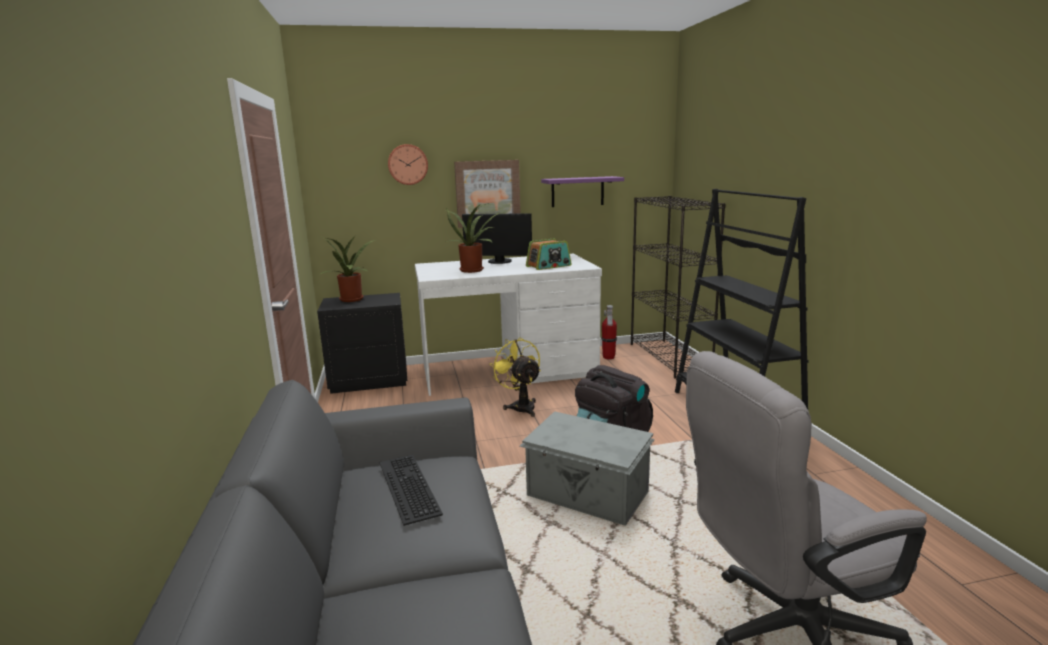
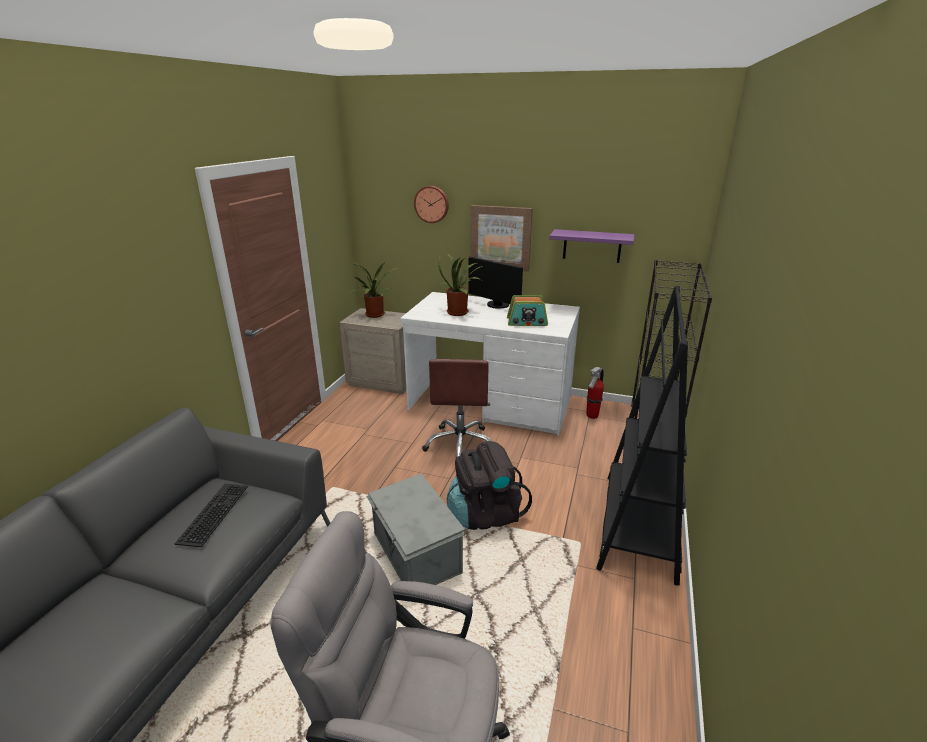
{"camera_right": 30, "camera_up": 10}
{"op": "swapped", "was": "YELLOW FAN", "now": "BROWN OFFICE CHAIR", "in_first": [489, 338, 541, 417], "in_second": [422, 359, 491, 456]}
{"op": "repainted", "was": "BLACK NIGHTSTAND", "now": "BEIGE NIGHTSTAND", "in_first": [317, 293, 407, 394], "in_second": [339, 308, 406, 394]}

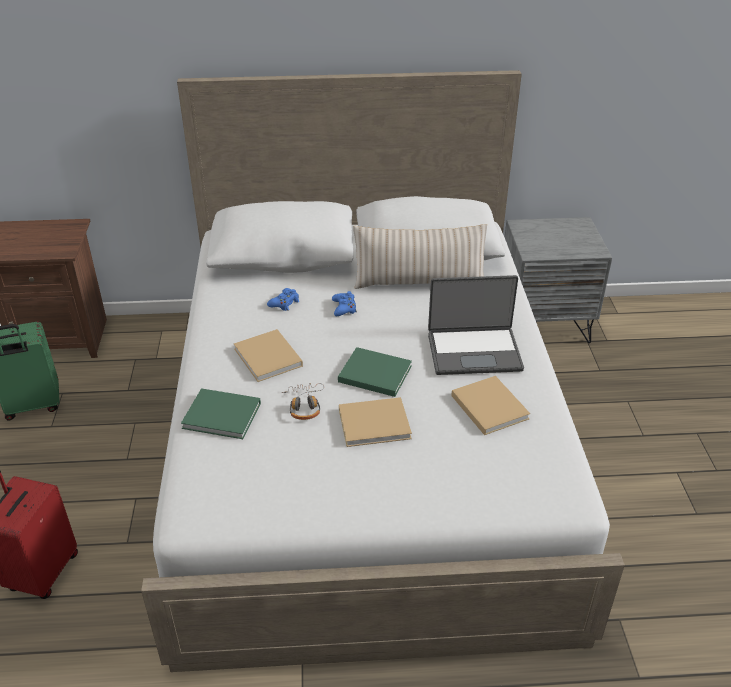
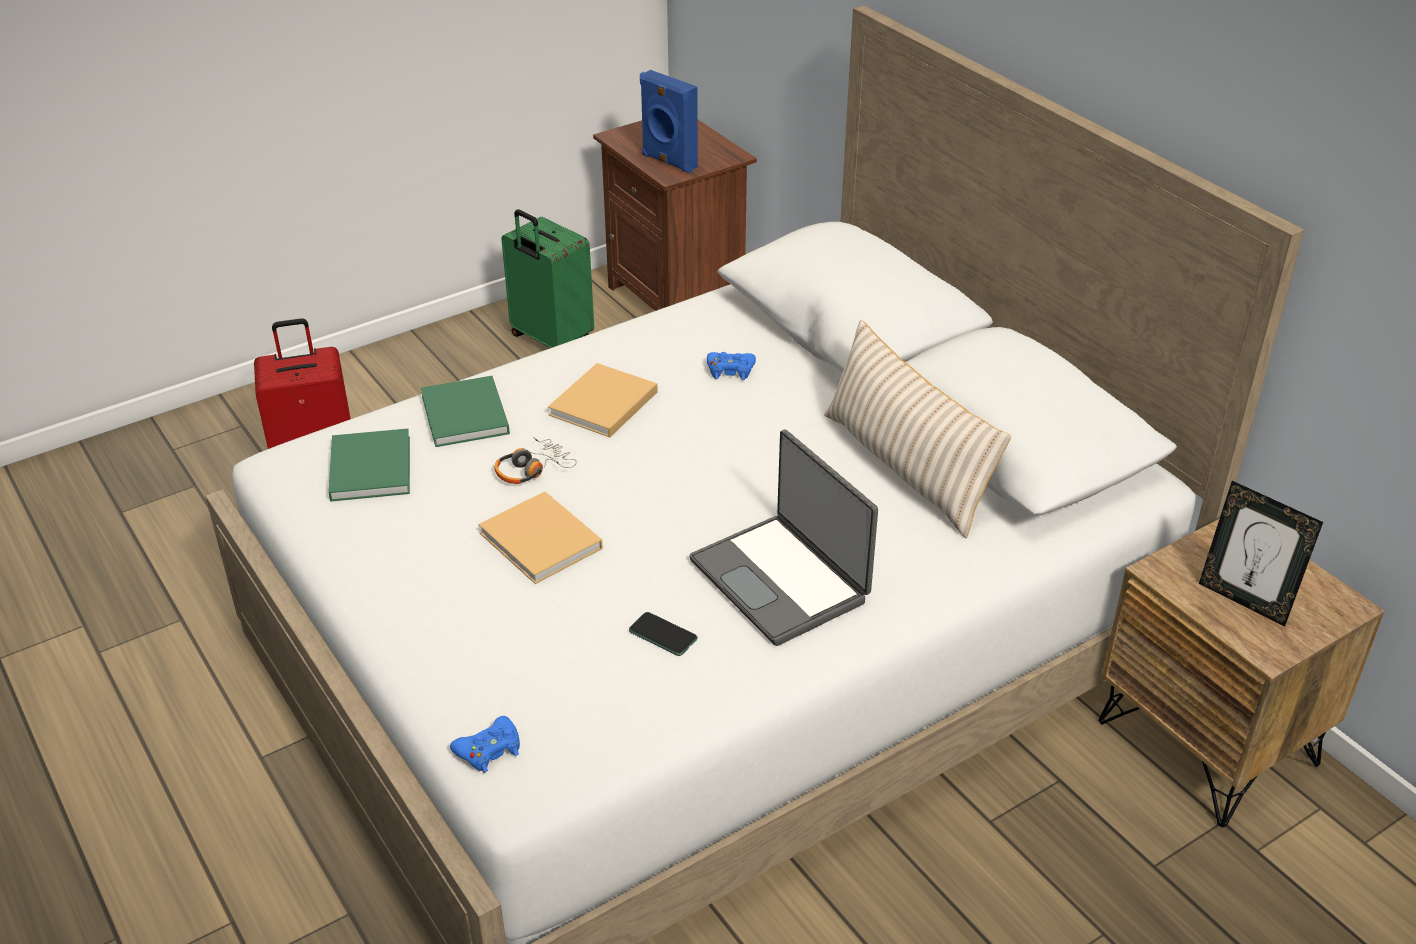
{"camera_right": 60, "camera_up": 0}
{"op": "new", "now": "BLUE SPEAKER", "in_second": [640, 70, 698, 173]}
{"op": "new", "now": "PICTURE FRAME", "in_second": [1199, 481, 1323, 626]}
{"op": "shifted", "was": "BLUE GAME CONTROLLER", "in_first": [332, 291, 357, 316], "in_second": [450, 716, 520, 773]}
{"op": "shifted", "was": "GREEN BOOK", "in_first": [338, 347, 412, 397], "in_second": [328, 429, 410, 502]}
{"op": "swapped", "was": "BEIGE BOOK", "now": "PHONE", "in_first": [451, 376, 530, 435], "in_second": [629, 612, 698, 656]}
{"op": "repainted", "was": "GREY NIGHTSTAND", "now": "BROWN NIGHTSTAND", "in_first": [505, 217, 612, 343], "in_second": [1098, 518, 1384, 827]}

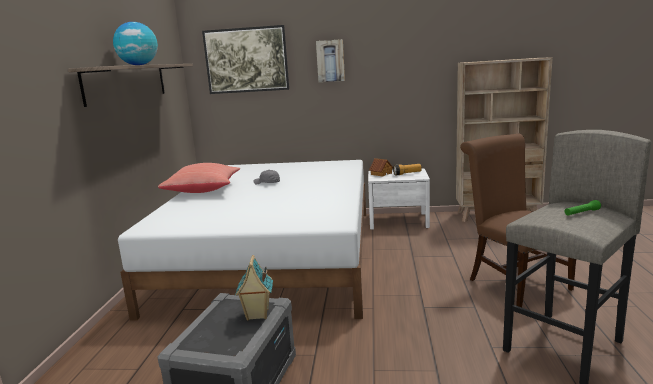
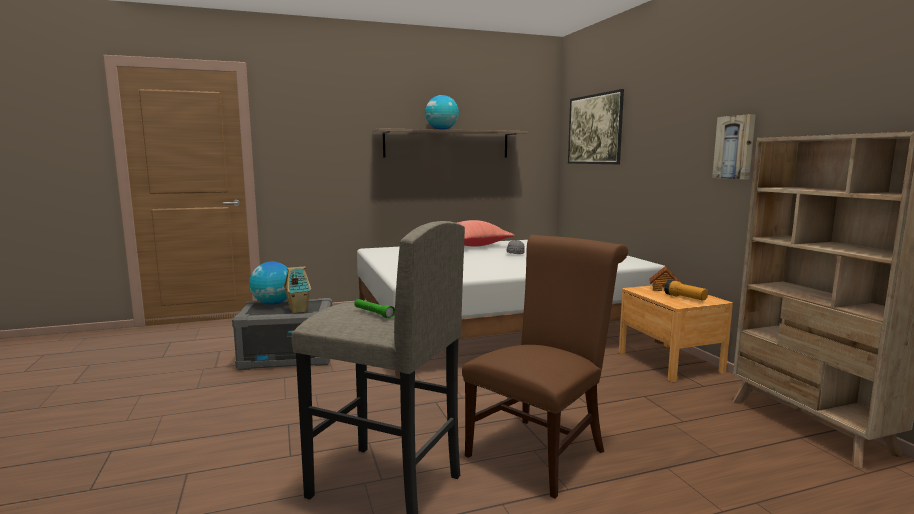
{"camera_right": 65, "camera_up": -5}
{"op": "new", "now": "GLOBE", "in_second": [249, 262, 288, 305]}
{"op": "shifted", "was": "PICTURE", "in_first": [316, 39, 345, 82], "in_second": [712, 114, 756, 179]}
{"op": "repainted", "was": "WHITE NIGHTSTAND", "now": "BROWN NIGHTSTAND", "in_first": [368, 169, 430, 230], "in_second": [619, 285, 733, 382]}

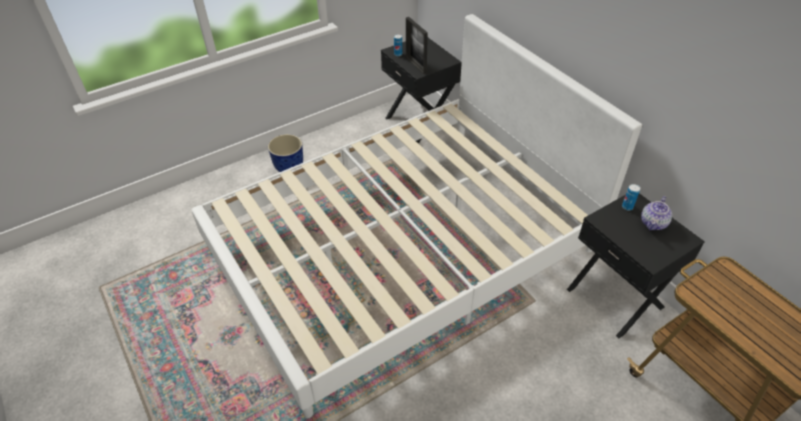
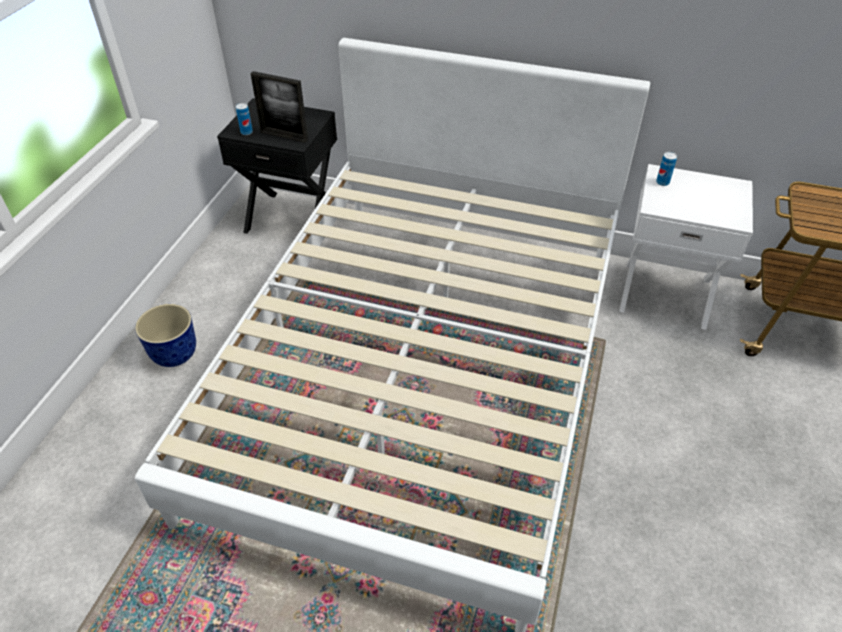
{"camera_right": -40, "camera_up": 0}
{"op": "gone", "was": "TEAPOT", "in_first": [641, 196, 672, 230]}
{"op": "repainted", "was": "BLACK NIGHTSTAND", "now": "WHITE NIGHTSTAND", "in_first": [567, 193, 705, 338], "in_second": [619, 164, 753, 330]}

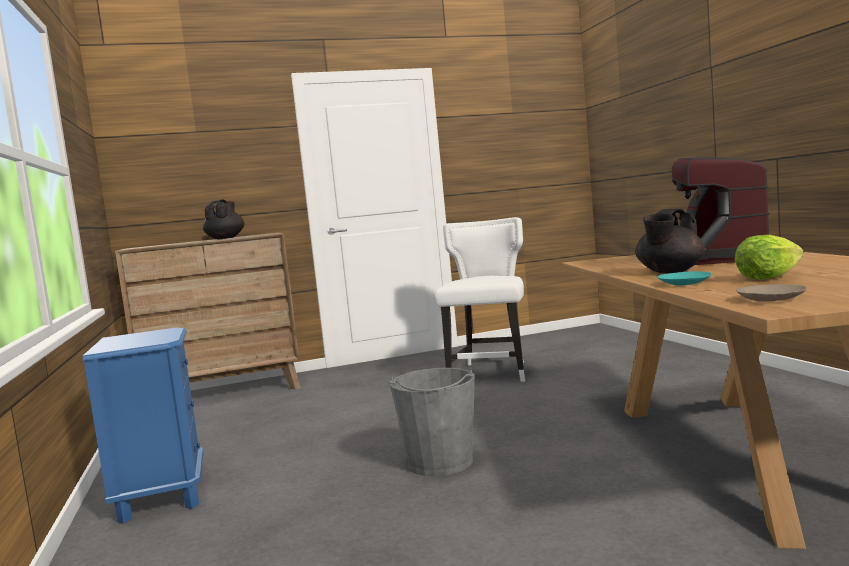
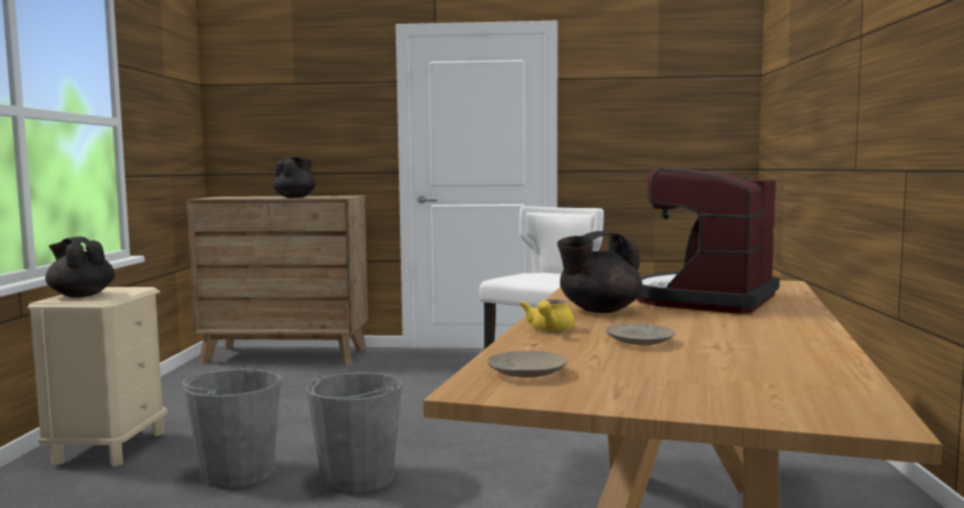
{"camera_right": 20, "camera_up": 0}
{"op": "new", "now": "BLACK TEAPOT", "in_second": [45, 236, 115, 298]}
{"op": "new", "now": "GREY BUCKET", "in_second": [182, 364, 281, 488]}
{"op": "swapped", "was": "TURQUOISE PLATE", "now": "YELLOW TEAPOT", "in_first": [657, 271, 712, 286], "in_second": [520, 300, 575, 332]}
{"op": "swapped", "was": "LETTUCE", "now": "BEIGE PLATE", "in_first": [735, 235, 804, 280], "in_second": [605, 323, 675, 345]}
{"op": "repainted", "was": "BLUE NIGHTSTAND", "now": "BEIGE NIGHTSTAND", "in_first": [83, 328, 204, 523], "in_second": [28, 287, 167, 467]}

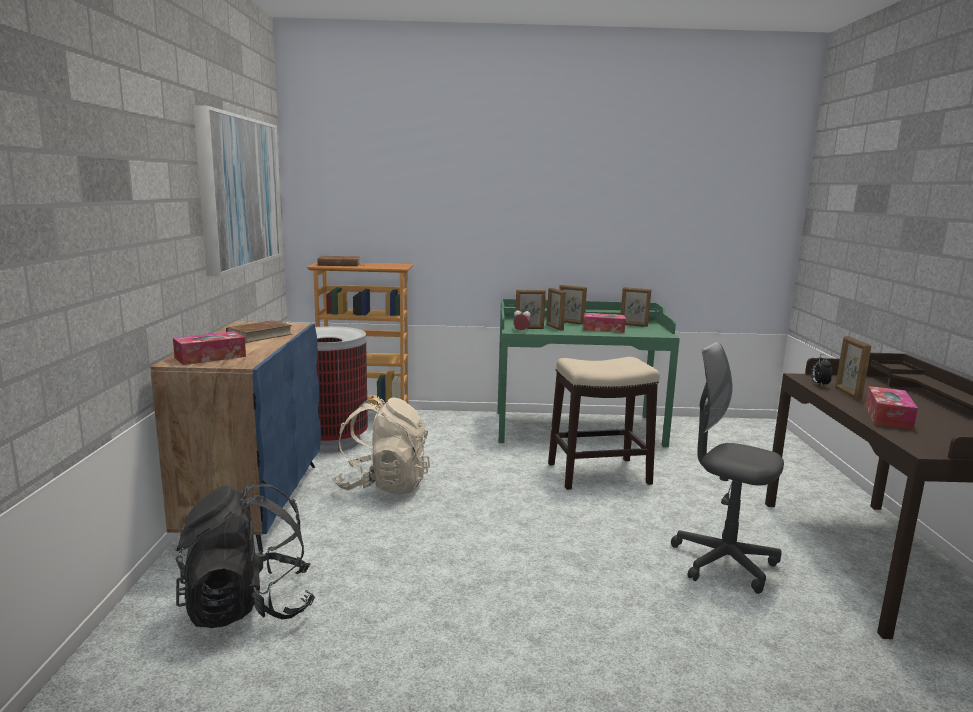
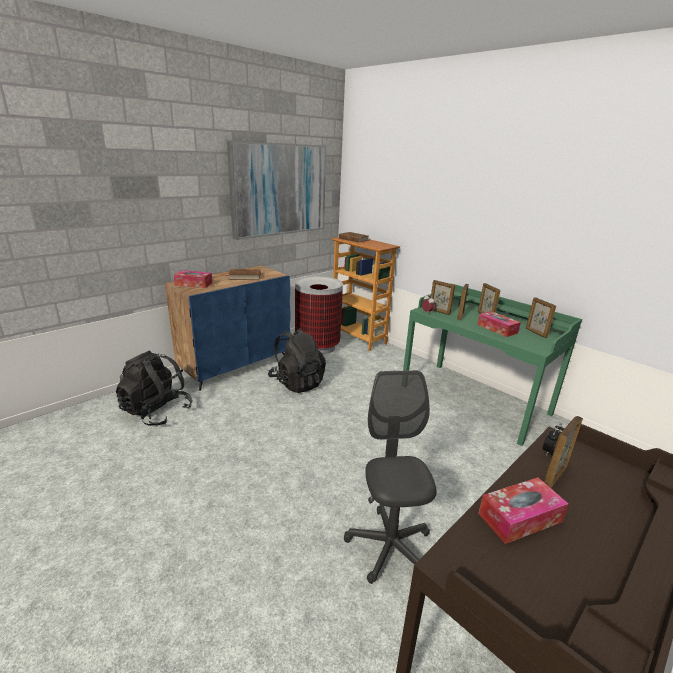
{"camera_right": 45, "camera_up": 10}
{"op": "gone", "was": "STOOL", "in_first": [548, 357, 660, 490]}
{"op": "repainted", "was": "BEIGE BACKPACK", "now": "BLACK BACKPACK", "in_first": [332, 396, 430, 494], "in_second": [268, 328, 326, 393]}

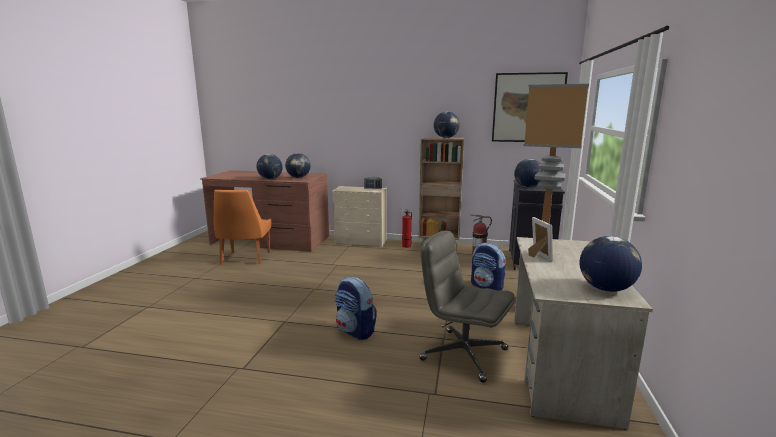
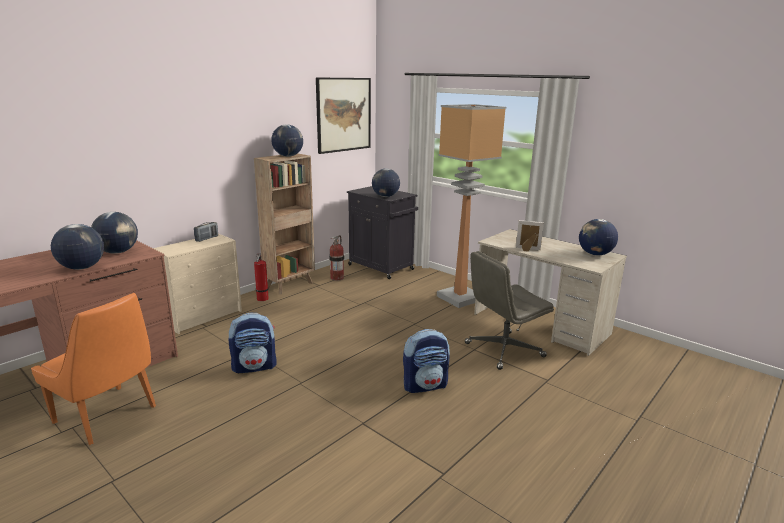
{"camera_right": -60, "camera_up": 5}
{"op": "shifted", "was": "BACKPACK", "in_first": [471, 243, 506, 291], "in_second": [229, 313, 277, 373]}

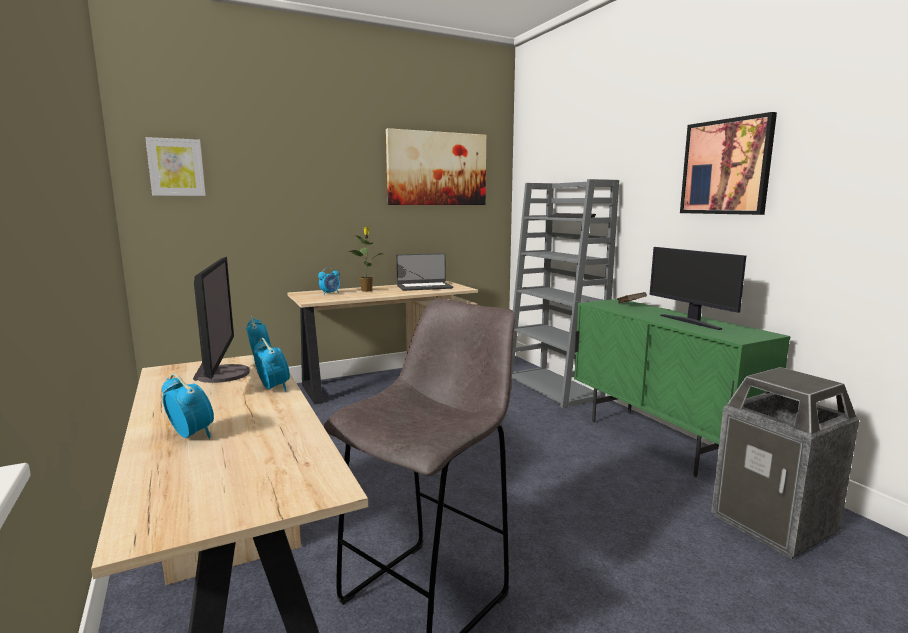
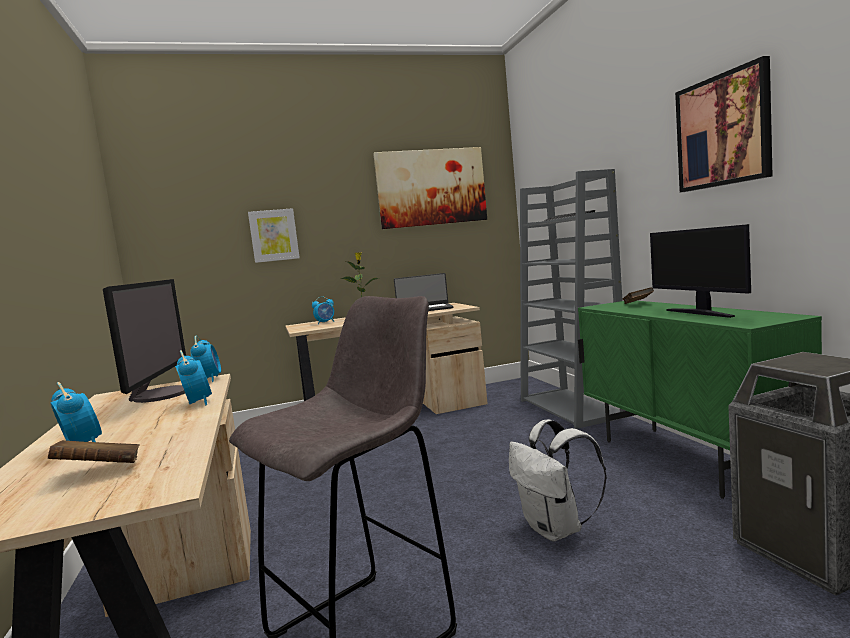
{"camera_right": 10, "camera_up": -5}
{"op": "new", "now": "BROWN BOOK", "in_second": [47, 440, 140, 463]}
{"op": "new", "now": "WHITE BACKPACK", "in_second": [509, 419, 607, 541]}
{"op": "shifted", "was": "PICTURE", "in_first": [145, 137, 206, 196], "in_second": [248, 208, 300, 263]}

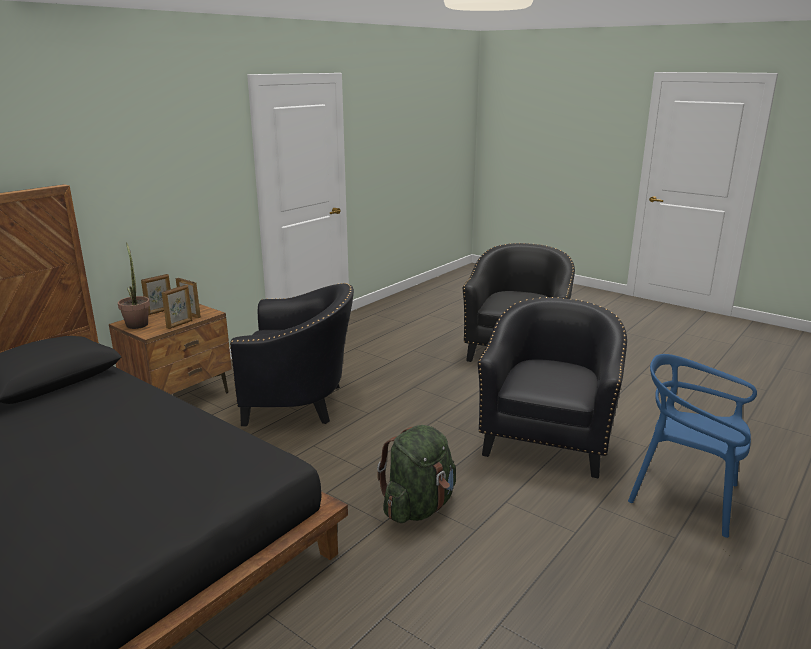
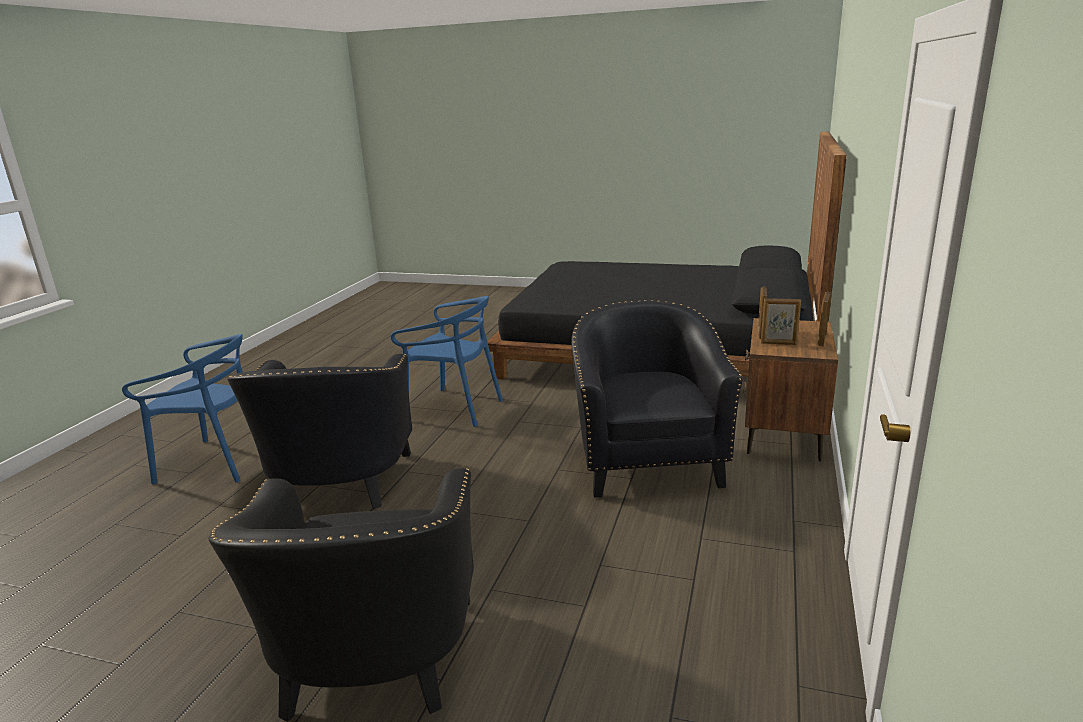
{"camera_right": 160, "camera_up": 0}
{"op": "gone", "was": "POTTED PLANT", "in_first": [118, 242, 150, 329]}
{"op": "swapped", "was": "GREEN BACKPACK", "now": "BLUE CHAIR", "in_first": [377, 425, 456, 523], "in_second": [391, 296, 503, 427]}
{"op": "rotated", "was": "BLACK ARMCHAIR", "in_first": [230, 283, 354, 426], "in_second": [571, 300, 743, 498], "clockwise": 105}

